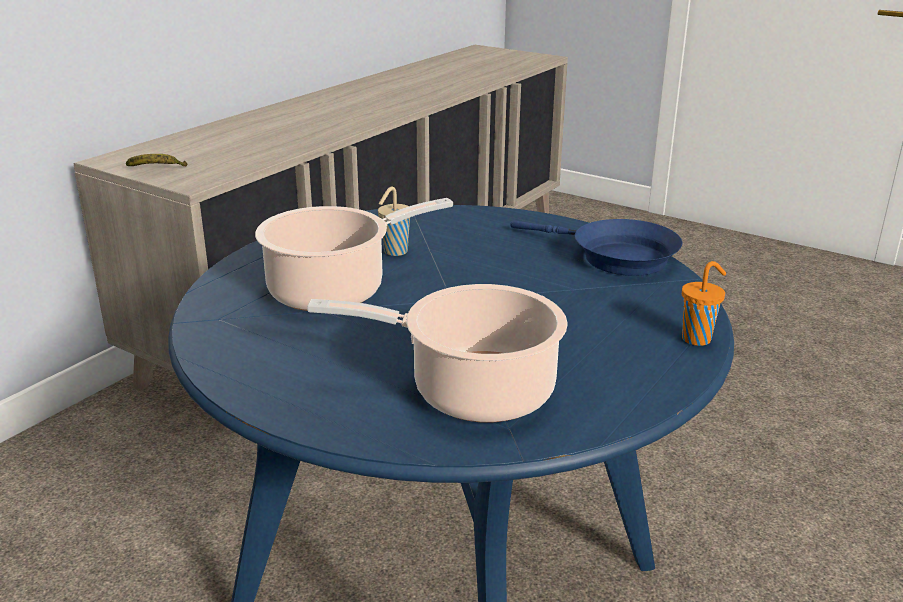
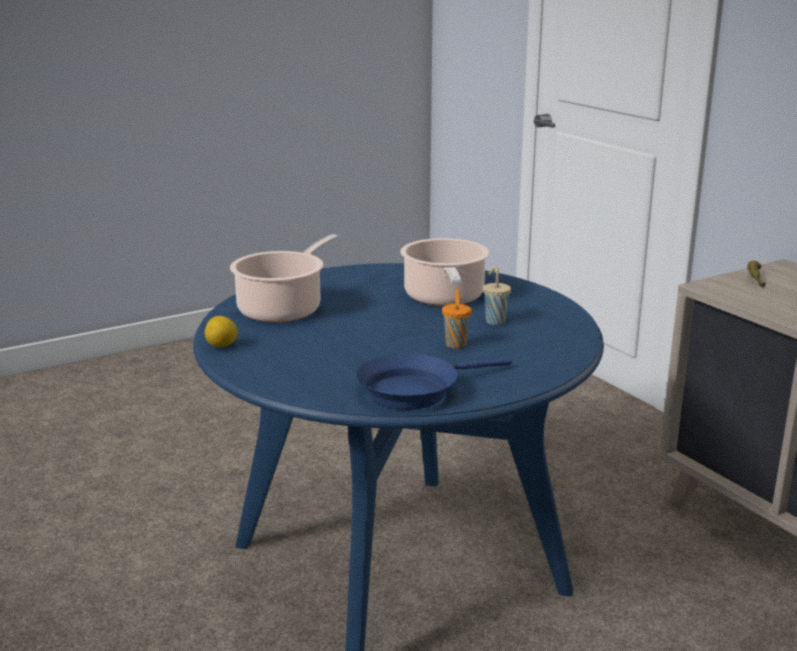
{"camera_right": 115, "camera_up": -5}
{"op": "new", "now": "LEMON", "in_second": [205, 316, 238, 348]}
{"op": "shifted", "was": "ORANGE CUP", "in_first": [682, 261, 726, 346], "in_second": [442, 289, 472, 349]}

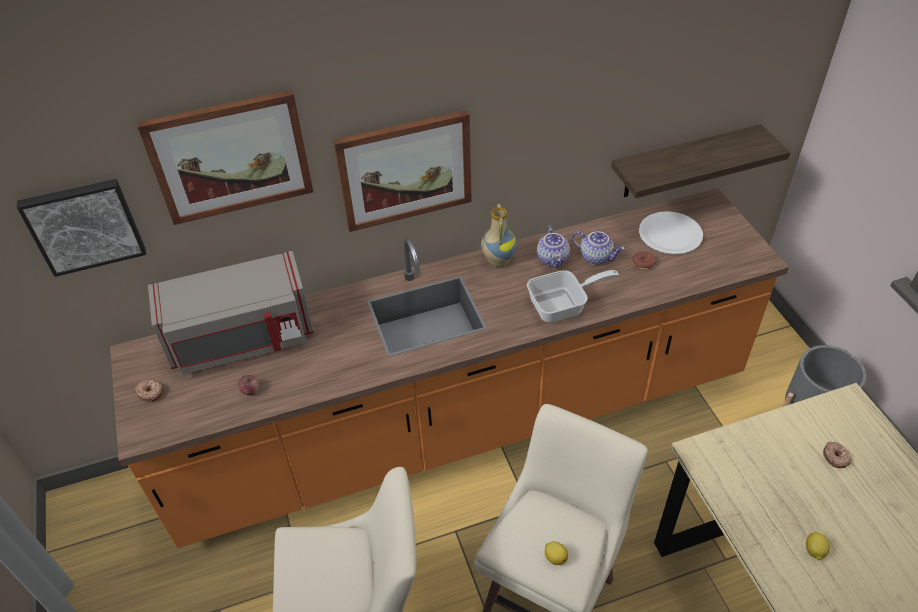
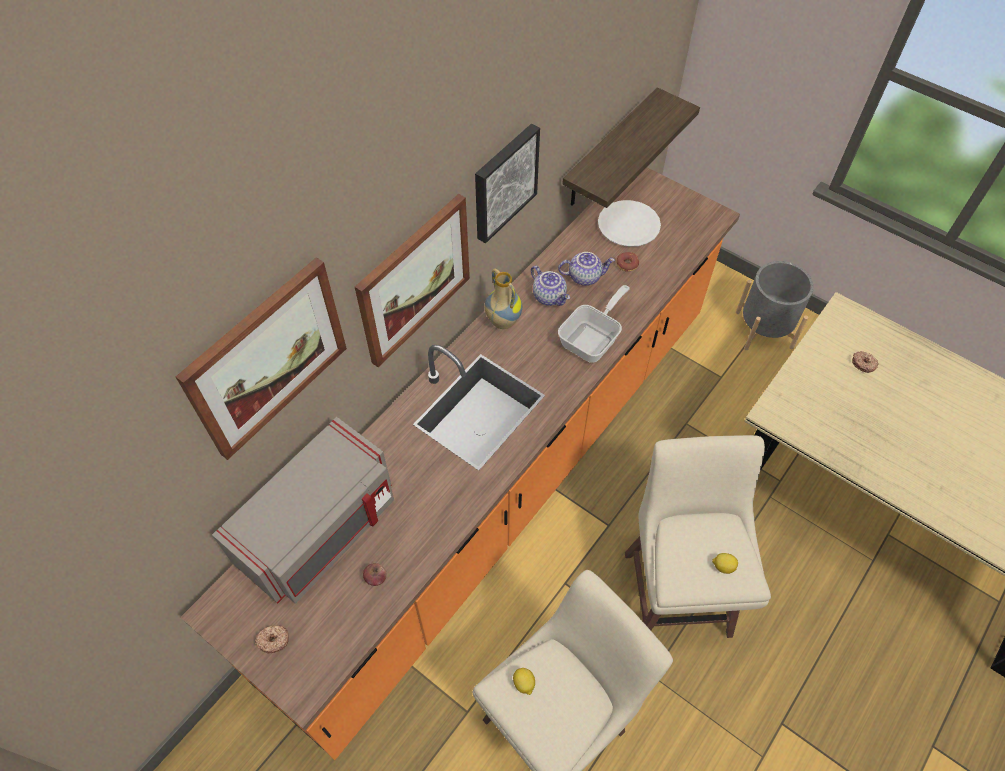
{"camera_right": -35, "camera_up": 10}
{"op": "shifted", "was": "PICTURE", "in_first": [17, 179, 146, 277], "in_second": [475, 124, 540, 243]}
{"op": "shifted", "was": "LEMON", "in_first": [806, 532, 830, 560], "in_second": [513, 668, 535, 695]}

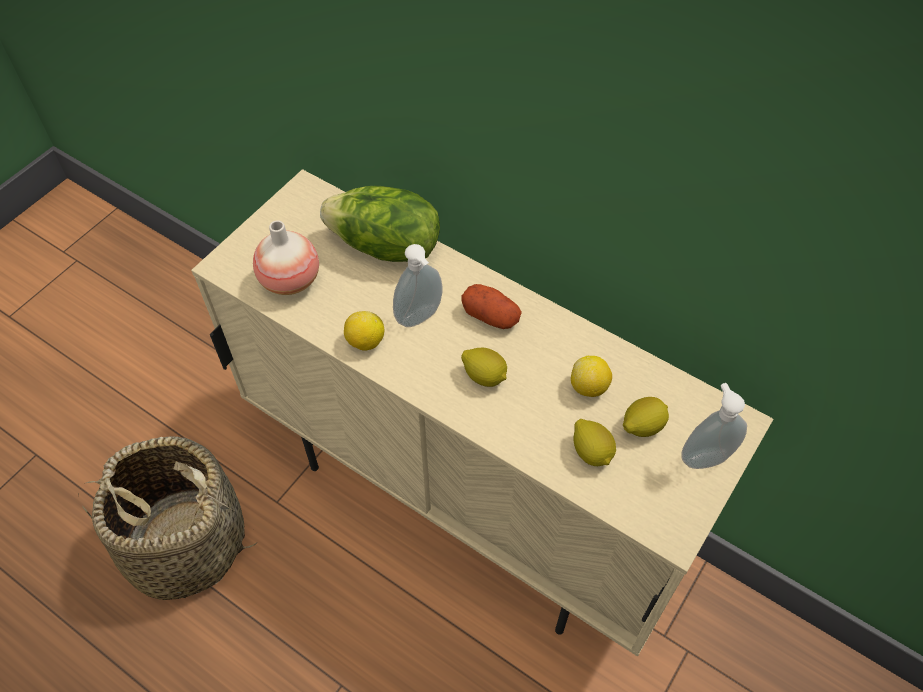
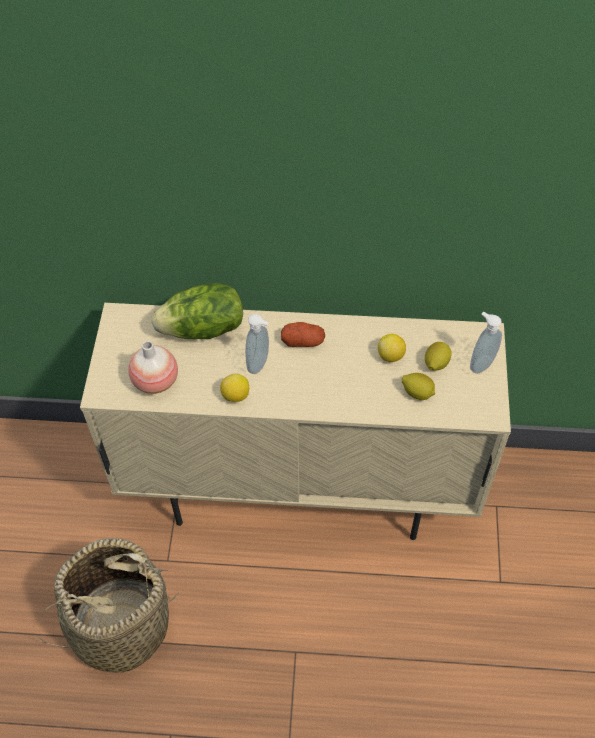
{"camera_right": -30, "camera_up": 0}
{"op": "gone", "was": "LEMON", "in_first": [461, 348, 507, 387]}

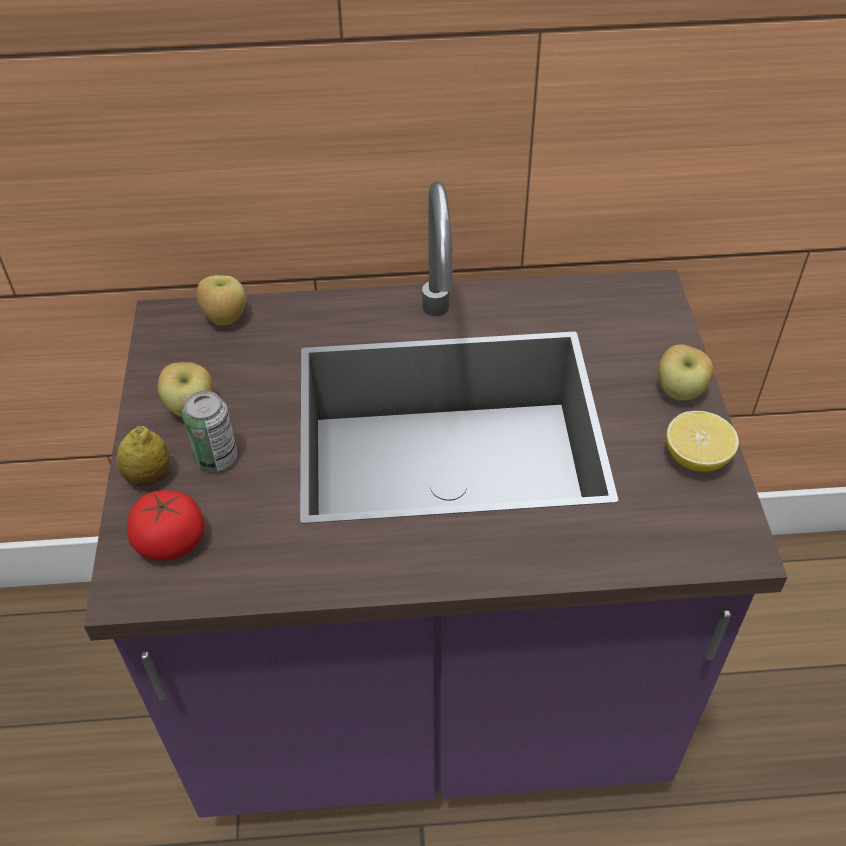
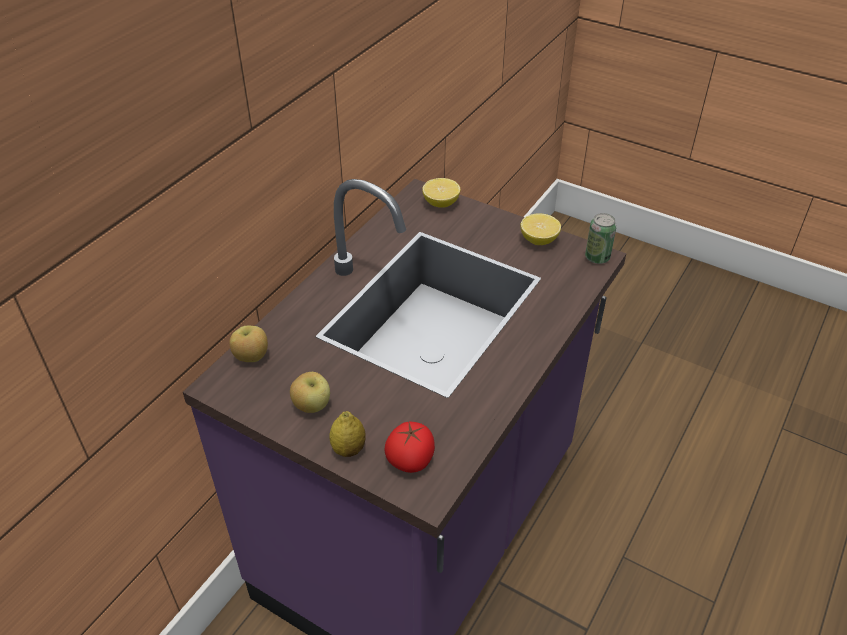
{"camera_right": -55, "camera_up": -5}
{"op": "gone", "was": "APPLE", "in_first": [658, 344, 713, 401]}
{"op": "new", "now": "LEMON", "in_second": [422, 178, 460, 208]}
{"op": "shifted", "was": "CAN", "in_first": [182, 391, 237, 472], "in_second": [585, 213, 617, 264]}

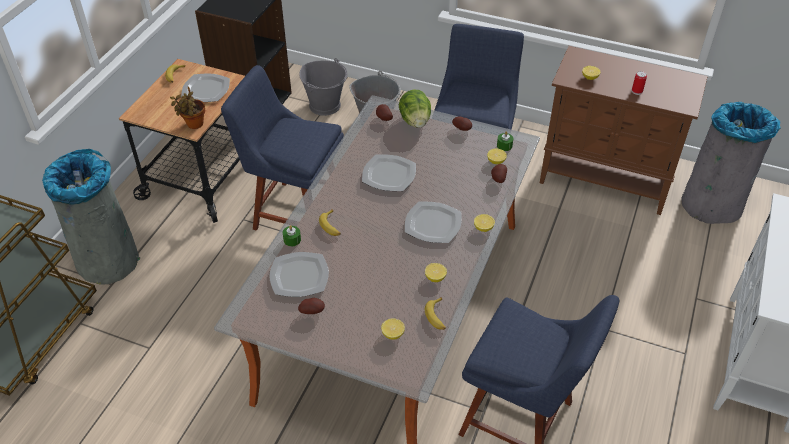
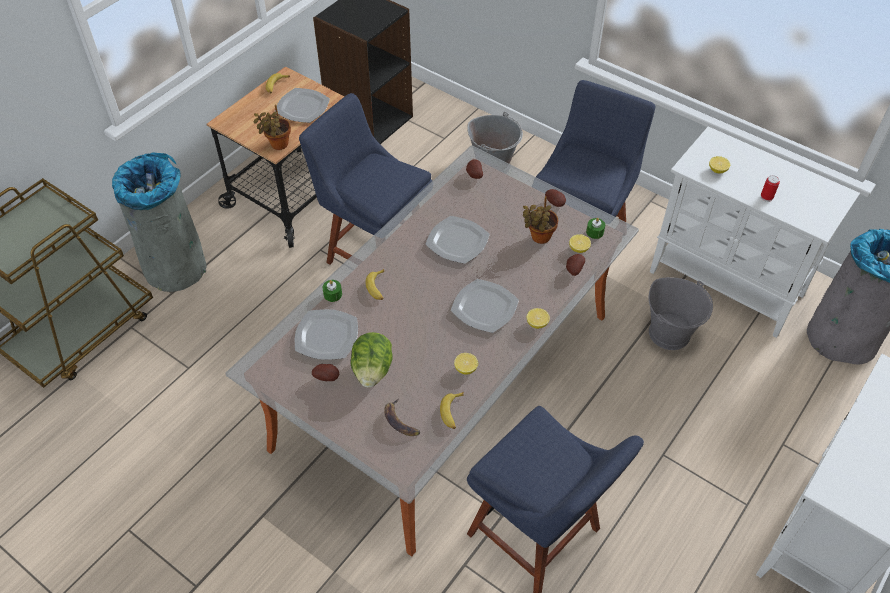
{"camera_right": 15, "camera_up": 5}
{"op": "new", "now": "POTTED PLANT", "in_second": [523, 196, 558, 244]}
{"op": "shifted", "was": "GREY BUCKET", "in_first": [299, 58, 347, 116], "in_second": [649, 277, 713, 350]}
{"op": "shifted", "was": "LETTUCE", "in_first": [399, 90, 431, 128], "in_second": [350, 332, 393, 388]}
{"op": "swapped", "was": "LEMON", "now": "BANANA", "in_first": [381, 318, 405, 340], "in_second": [384, 399, 420, 436]}
{"op": "repainted", "was": "BROWN CABINET", "now": "WHITE CABINET", "in_first": [540, 46, 708, 215], "in_second": [650, 127, 860, 338]}

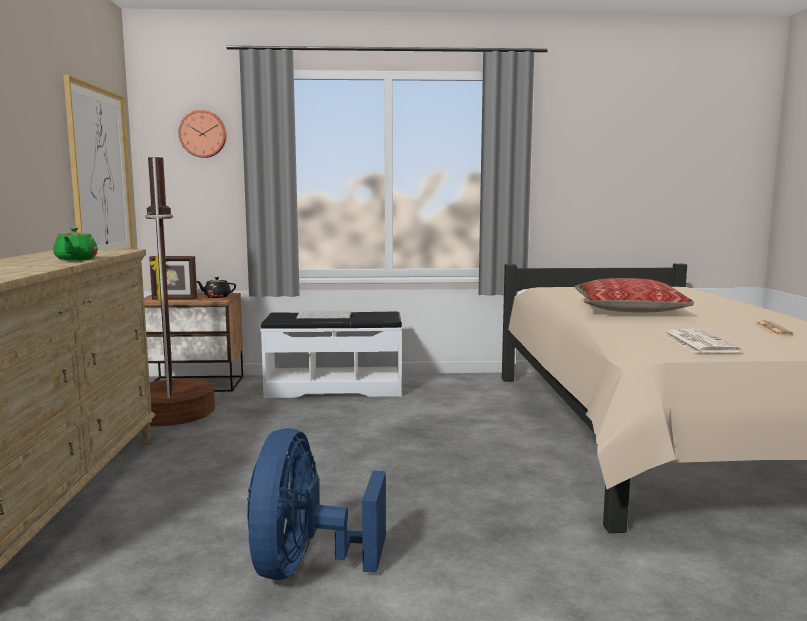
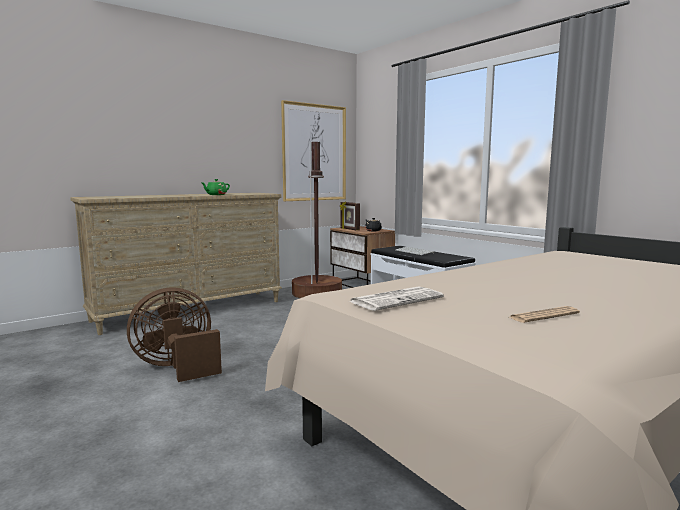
{"camera_right": 55, "camera_up": 0}
{"op": "gone", "was": "WALL CLOCK", "in_first": [179, 110, 227, 158]}
{"op": "gone", "was": "PILLOW", "in_first": [575, 278, 694, 312]}
{"op": "repainted", "was": "BLUE FAN", "now": "BROWN FAN", "in_first": [247, 428, 386, 580], "in_second": [127, 287, 222, 382]}

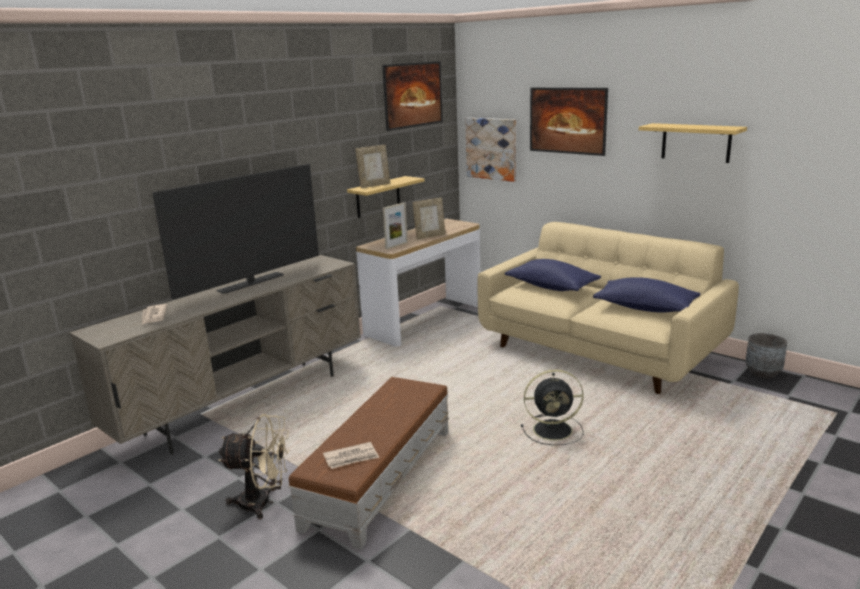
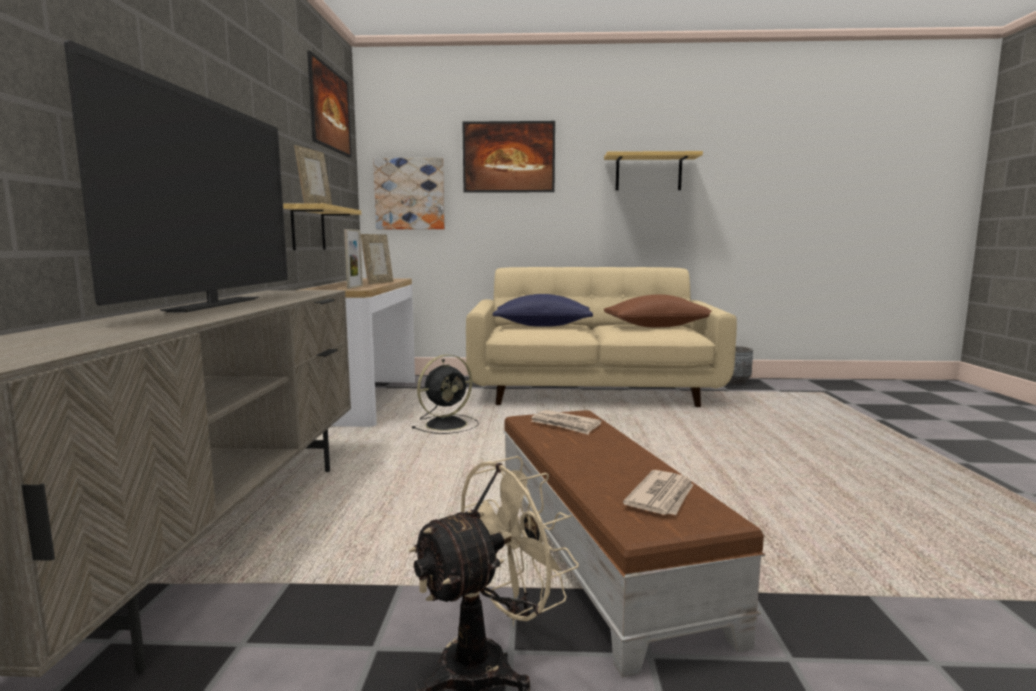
{"camera_right": -40, "camera_up": -10}
{"op": "shifted", "was": "NEWSPAPER", "in_first": [142, 304, 167, 325], "in_second": [531, 410, 601, 435]}
{"op": "shifted", "was": "BLACK FAN", "in_first": [521, 369, 584, 445], "in_second": [412, 354, 479, 434]}
{"op": "repainted", "was": "BLUE PILLOW", "now": "BROWN PILLOW", "in_first": [593, 277, 700, 313], "in_second": [604, 294, 712, 328]}

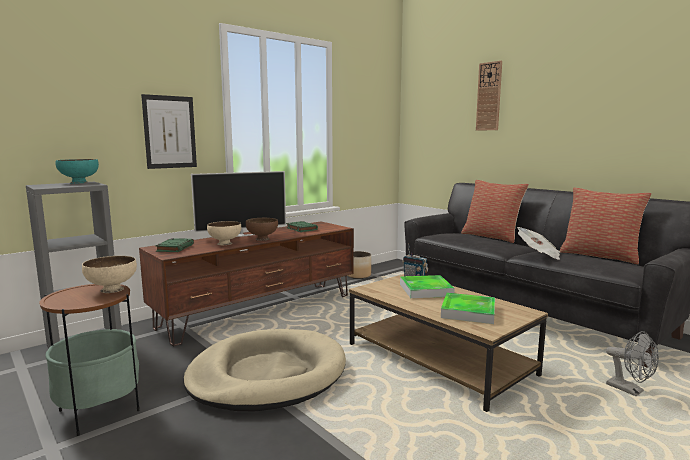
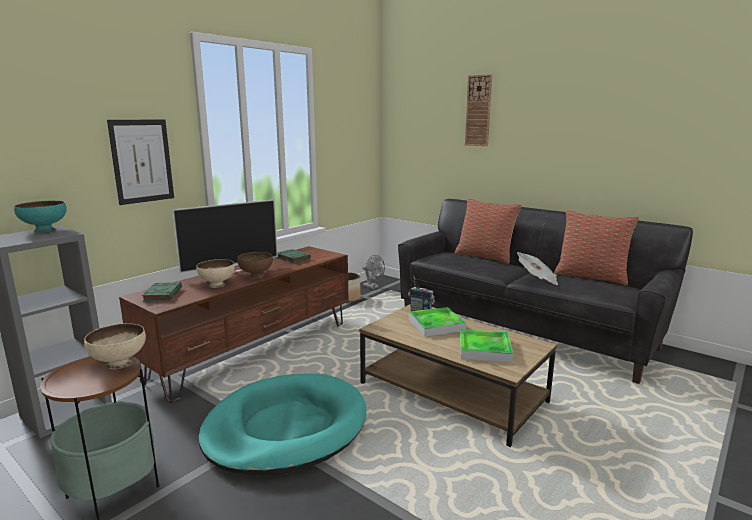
{"camera_right": -10, "camera_up": 5}
{"op": "shifted", "was": "GREY FAN", "in_first": [606, 331, 659, 396], "in_second": [362, 255, 385, 289]}
{"op": "repainted", "was": "BEIGE DOG BED", "now": "TURQUOISE DOG BED", "in_first": [183, 329, 346, 412], "in_second": [199, 374, 366, 476]}

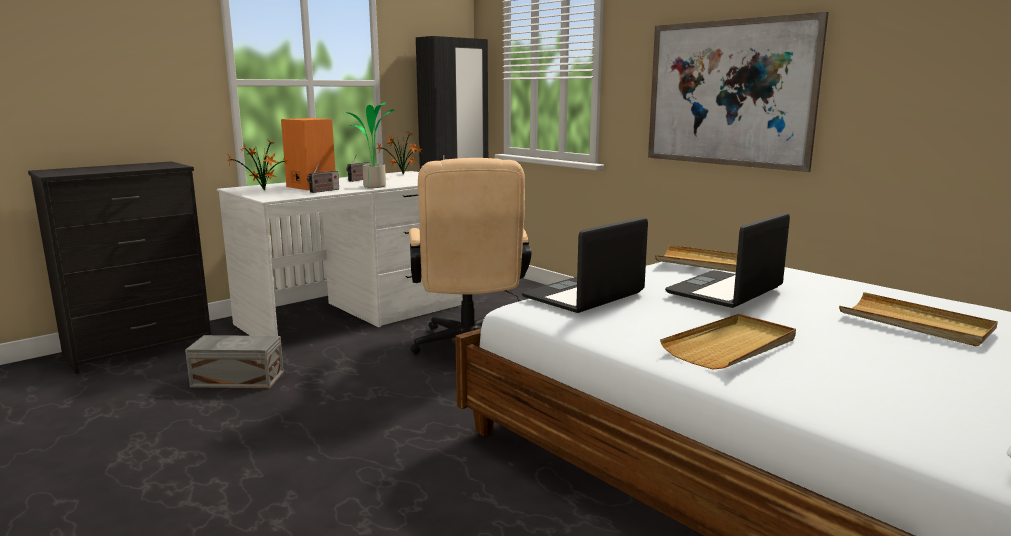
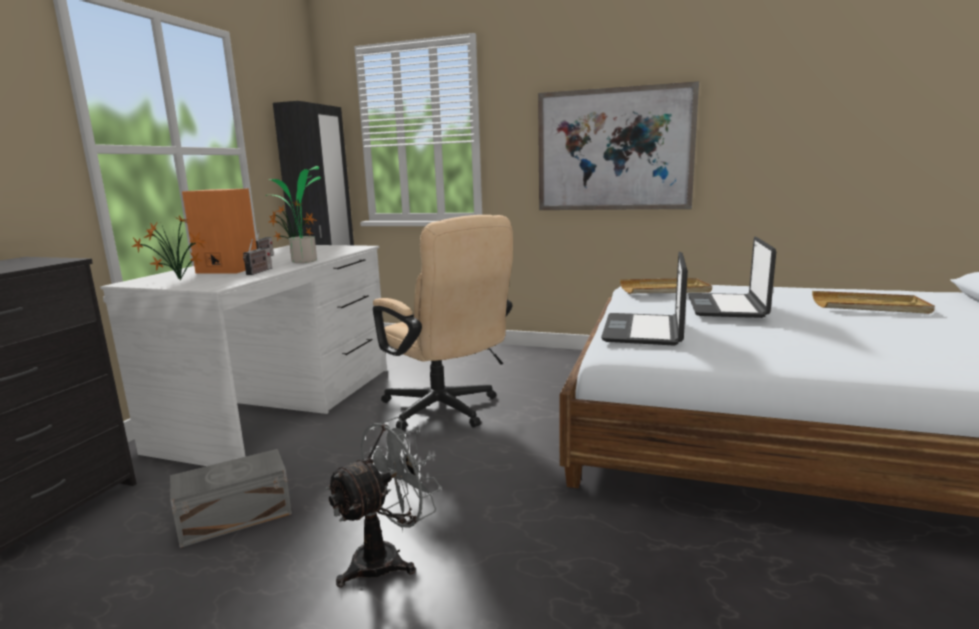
{"camera_right": -30, "camera_up": 0}
{"op": "gone", "was": "BEIGE TRAY", "in_first": [660, 314, 796, 369]}
{"op": "new", "now": "GREY FAN", "in_second": [325, 417, 442, 587]}

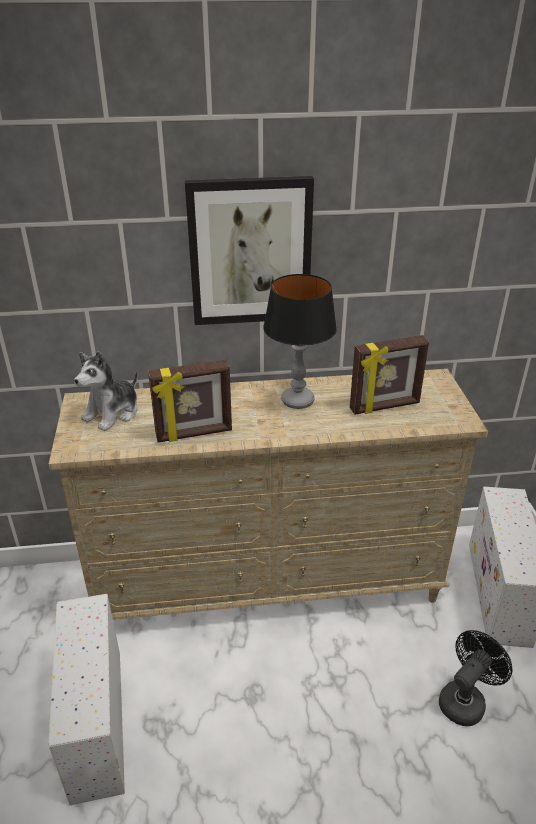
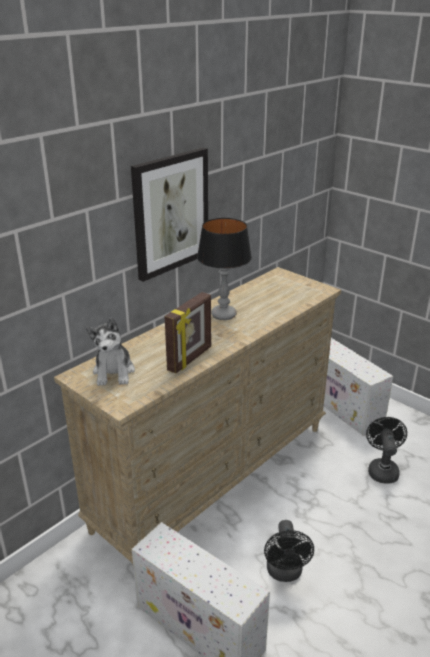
{"camera_right": -40, "camera_up": -5}
{"op": "gone", "was": "PICTURE FRAME", "in_first": [350, 335, 429, 415]}
{"op": "new", "now": "BLACK FAN", "in_second": [264, 520, 314, 582]}

